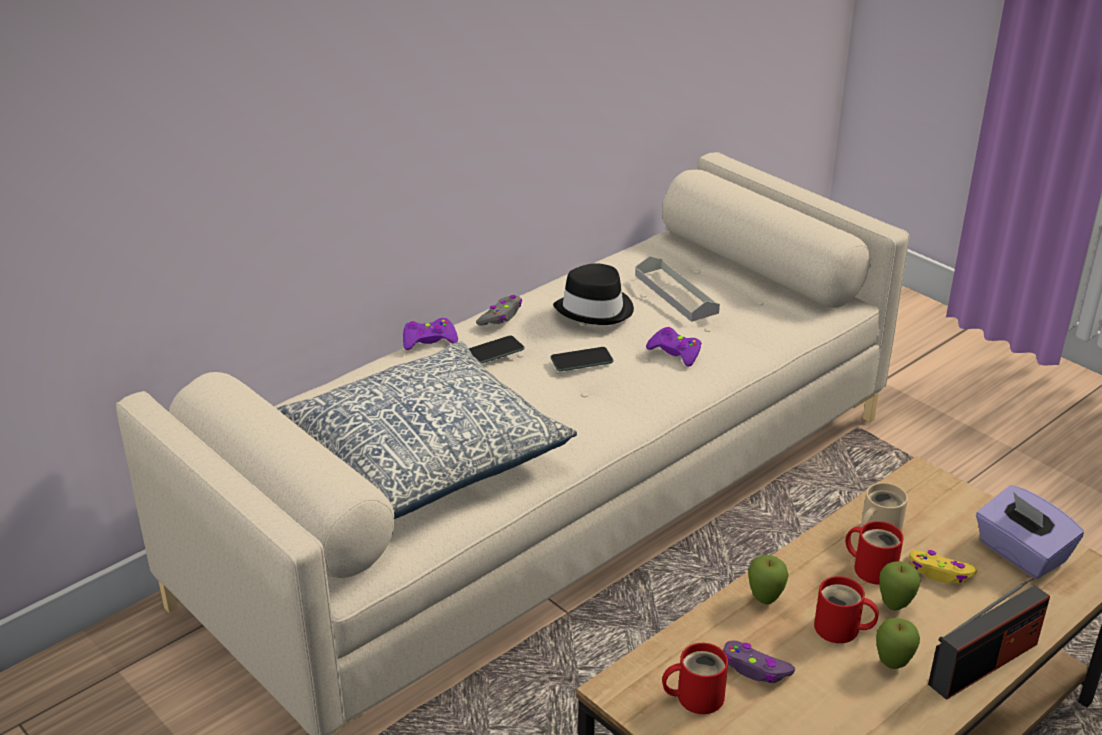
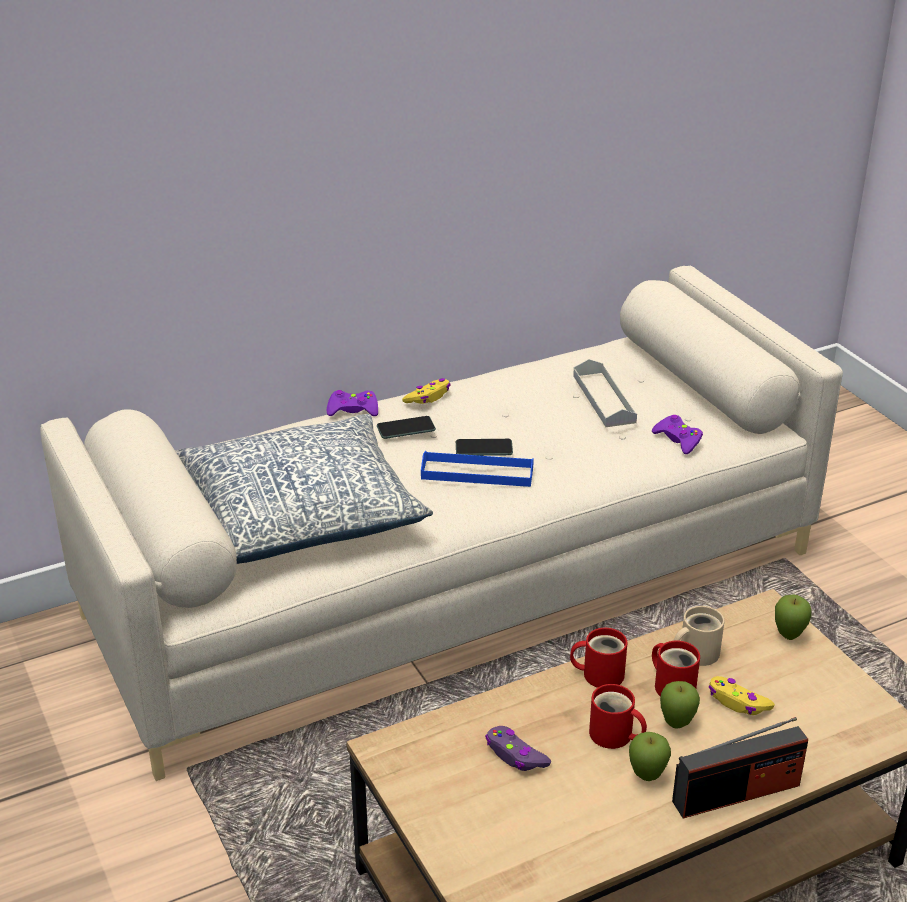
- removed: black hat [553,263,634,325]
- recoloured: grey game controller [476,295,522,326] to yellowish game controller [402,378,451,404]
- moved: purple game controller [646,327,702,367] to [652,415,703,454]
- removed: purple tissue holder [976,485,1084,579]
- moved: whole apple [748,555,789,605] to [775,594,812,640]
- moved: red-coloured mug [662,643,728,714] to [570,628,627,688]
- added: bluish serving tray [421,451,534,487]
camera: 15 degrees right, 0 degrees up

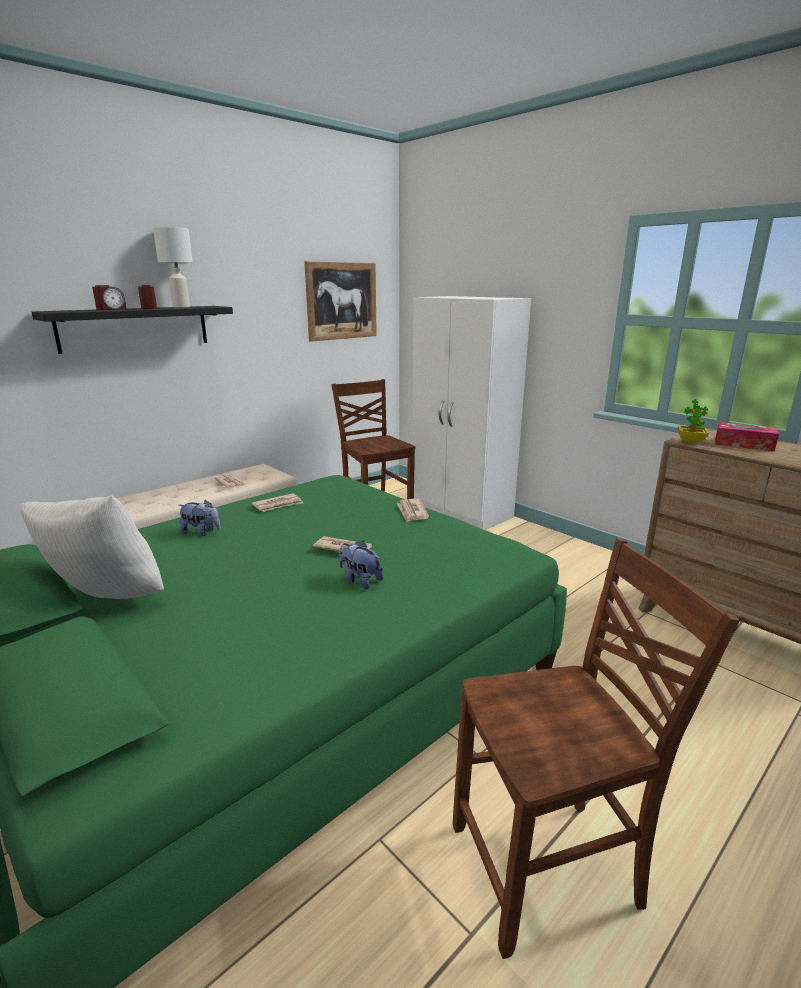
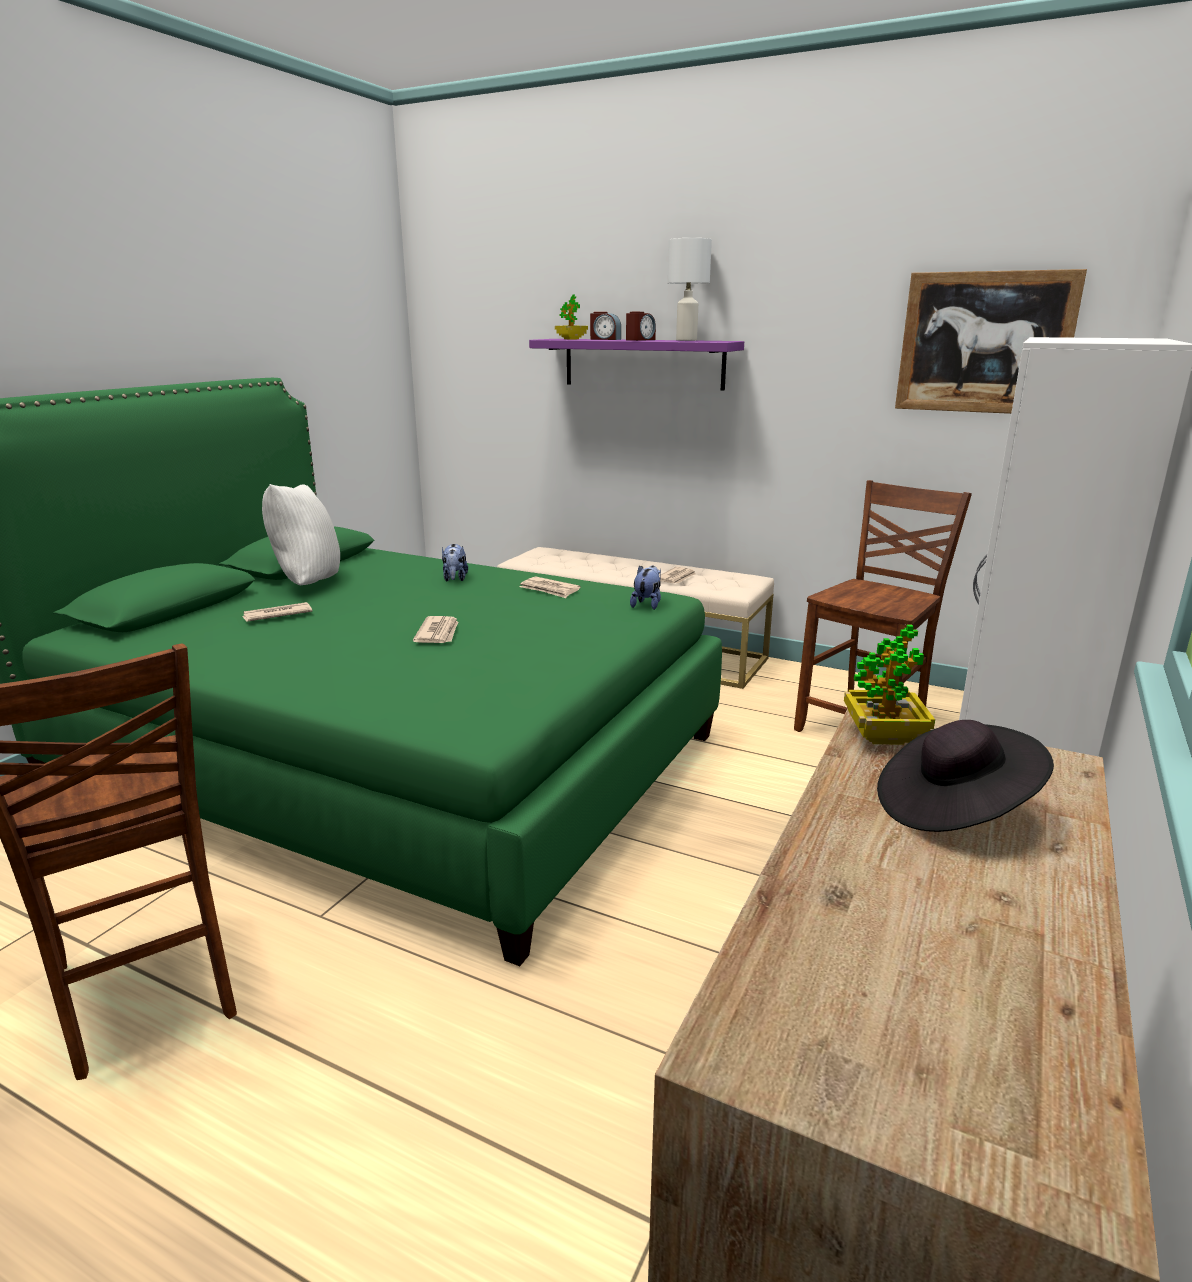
- recoloured: black shelf [32,306,233,354] to purple shelf [529,339,744,391]
- replaced: tissue holder [715,422,779,451] to black hat [877,720,1054,832]
- moved: printed paper [397,499,429,522] to [241,602,312,622]
- moved: soft toy [339,541,383,589] to [630,565,661,610]
- added: houseplant [555,294,588,340]
camera: 70 degrees right, 0 degrees up

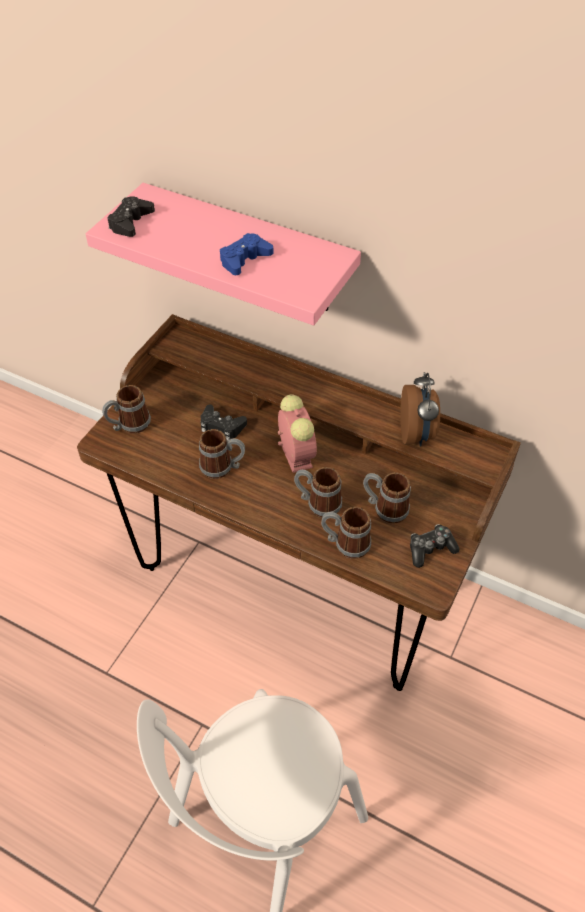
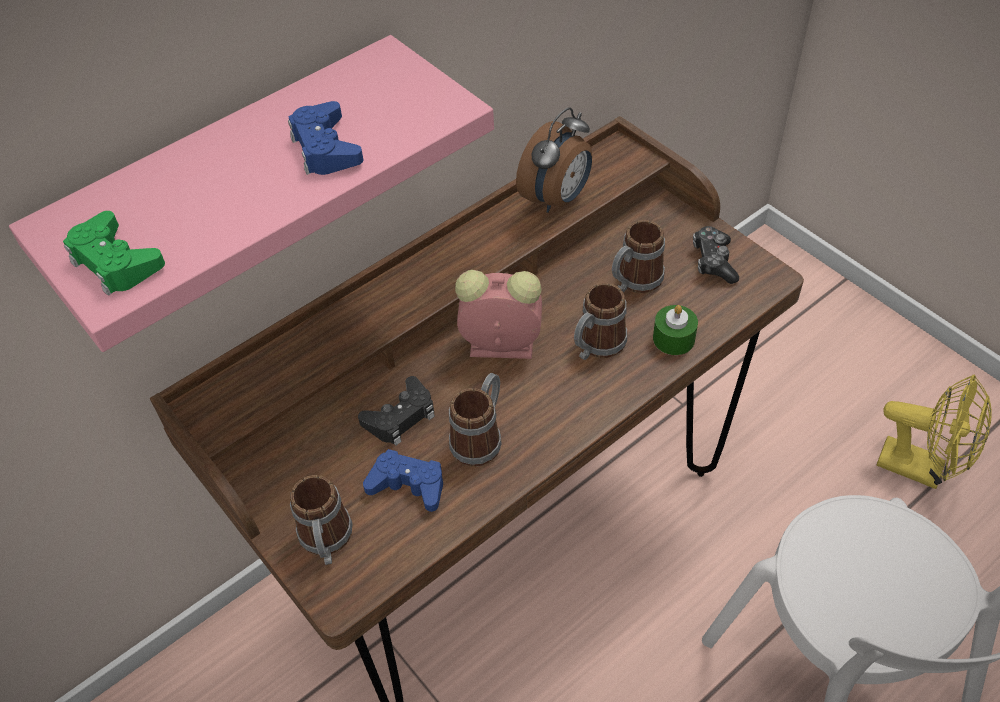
- recoloured: black game controller [107,196,155,237] to green game controller [63,211,165,296]
- turned: bedside clock [400,372,440,446] = [516,107,592,213] 105 degrees clockwise
- replaced: mug [321,507,371,559] to green candle [653,305,698,355]
- added: yellowish fan [877,374,992,489]
- added: bluish game controller [363,449,443,512]
camera: 65 degrees left, 0 degrees up

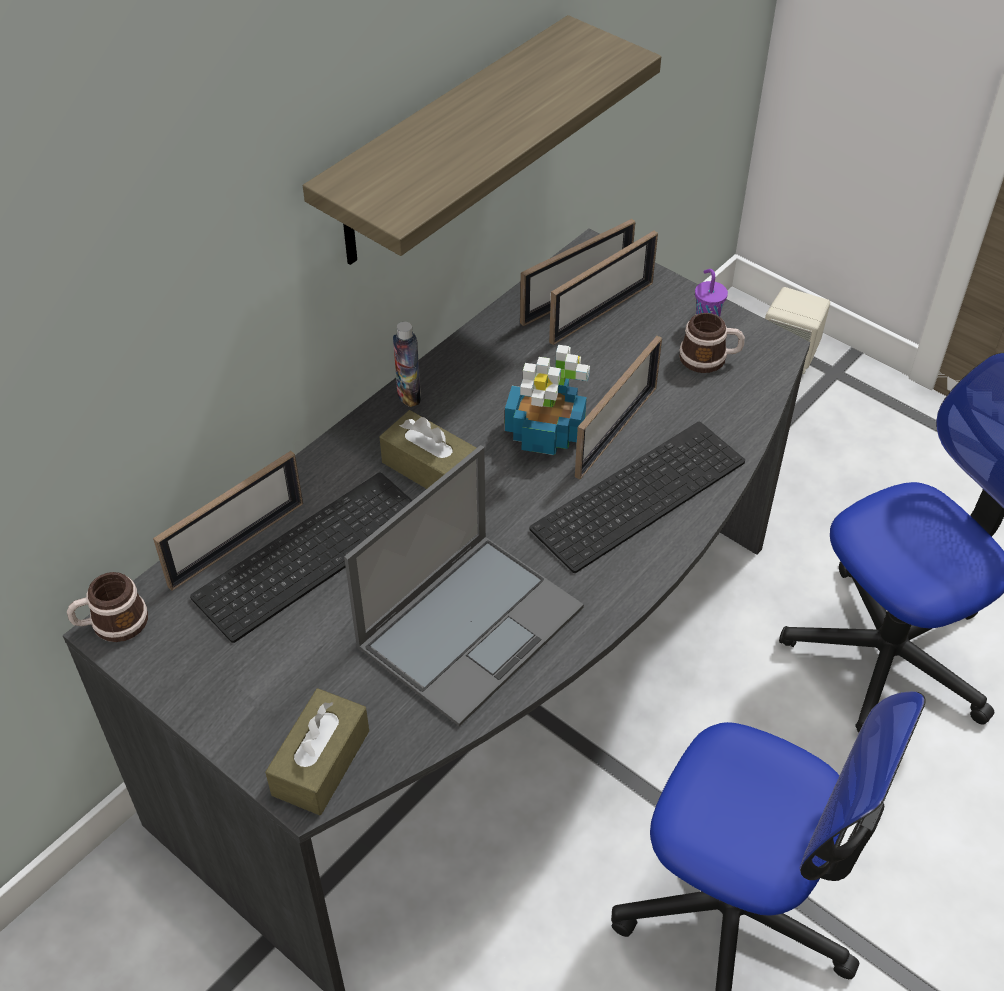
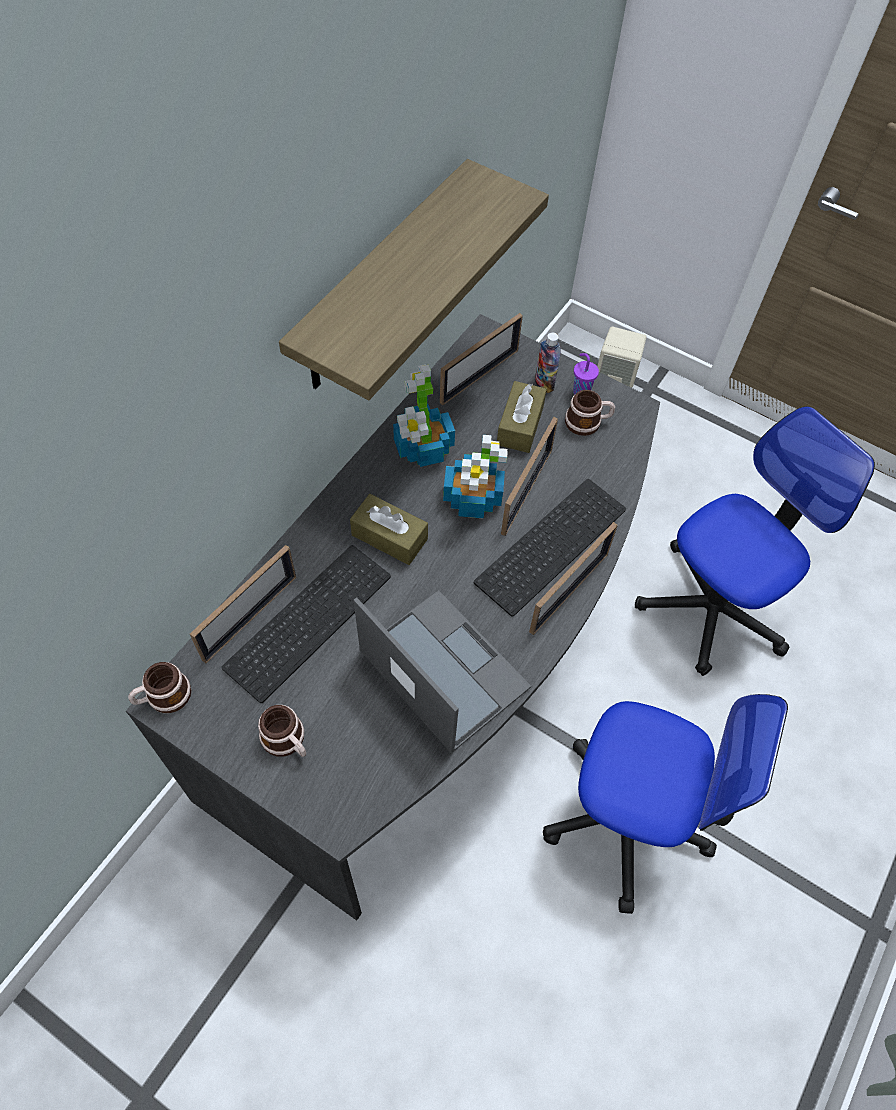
- moved: photo frame [549,231,658,345] to [529,522,618,635]
- moved: beverage bottle [393,322,421,407] to [535,332,561,393]
- turned: laptop [344,445,584,726] = [354,590,531,753] 75 degrees counterclockwise
- moved: brown tissue holder [265,688,369,815] to [497,381,547,453]
- added: houseplant [393,364,455,467]
- added: mug [258,705,306,757]
camera: 10 degrees left, 10 degrees up

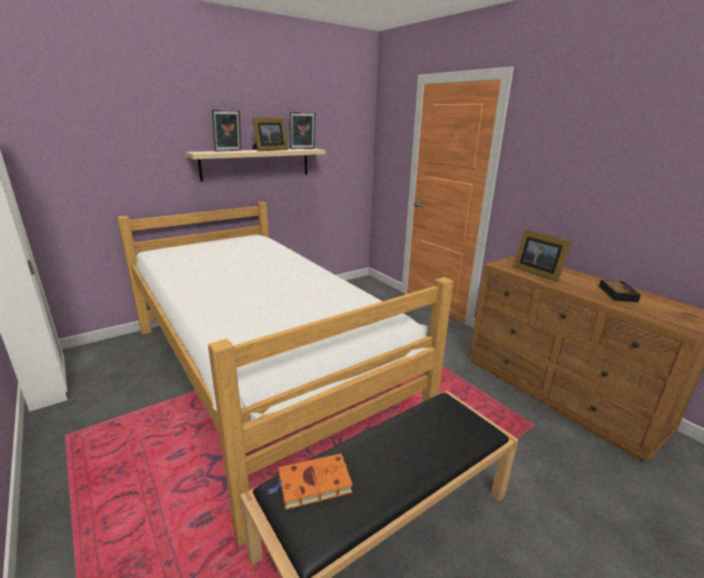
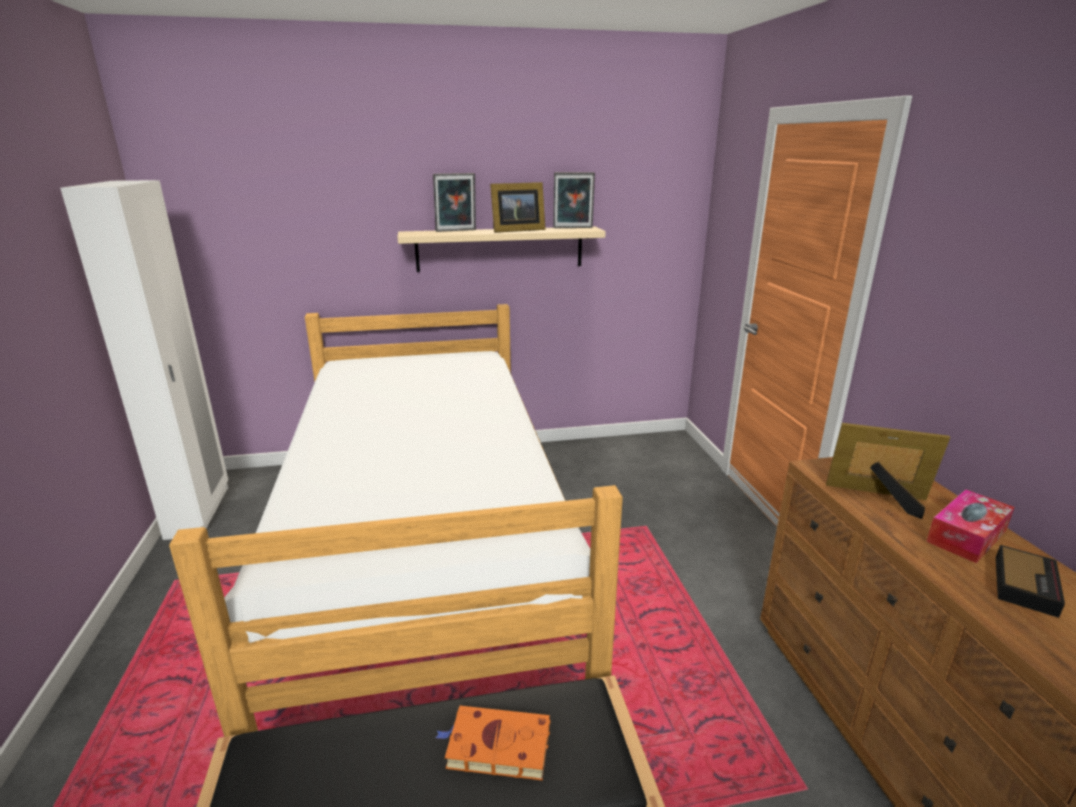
- turned: photo frame [513,229,572,282] = [826,423,950,519] 120 degrees clockwise
- moved: orangey volume [267,453,353,510] to [436,706,550,781]
- added: tissue holder [926,490,1015,563]
camera: 25 degrees right, 0 degrees up

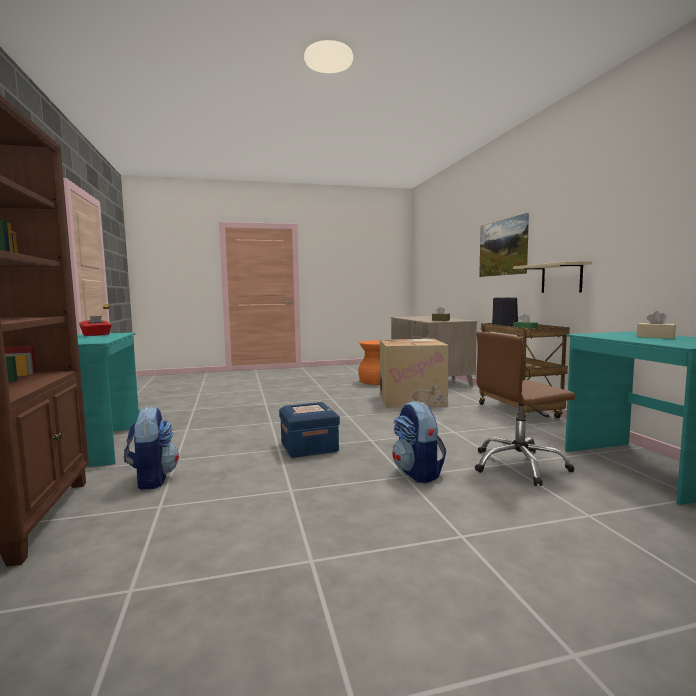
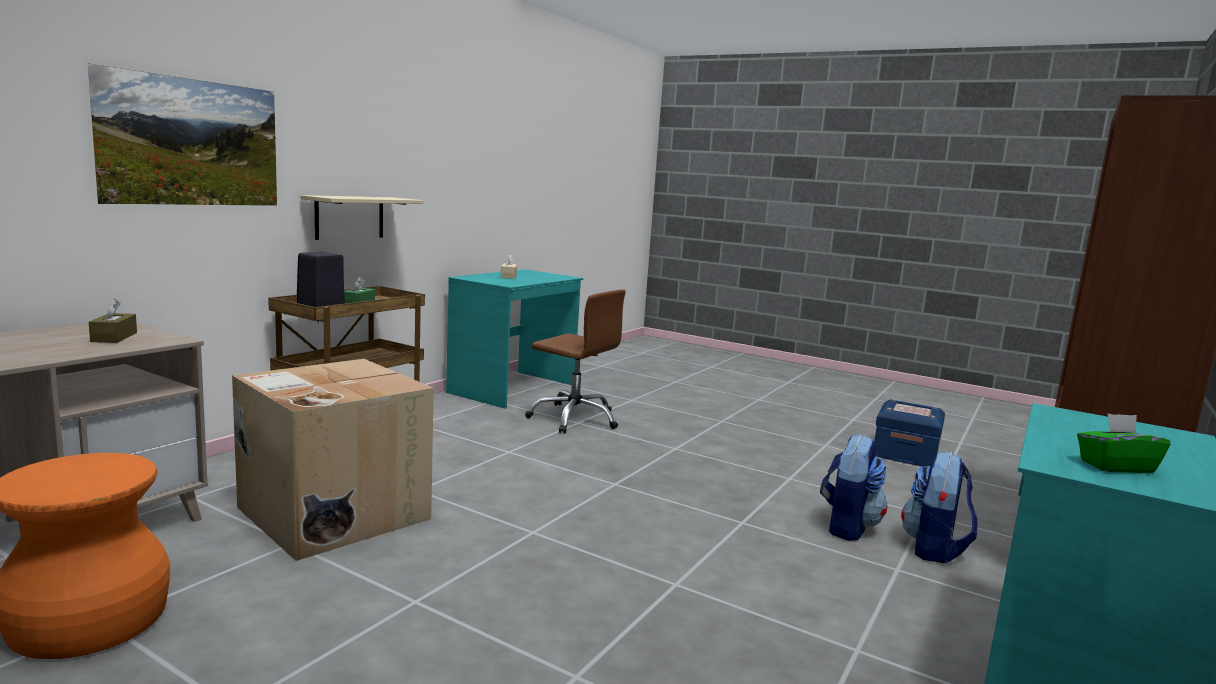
- recoloured: red-coloured tissue holder [79,316,112,336] to green tissue holder [1077,414,1170,473]
- moved: bluish storage container [279,401,340,458] to [874,399,945,467]
- moved: backpack [392,401,446,483] to [820,434,888,541]
camera: 135 degrees left, 5 degrees up

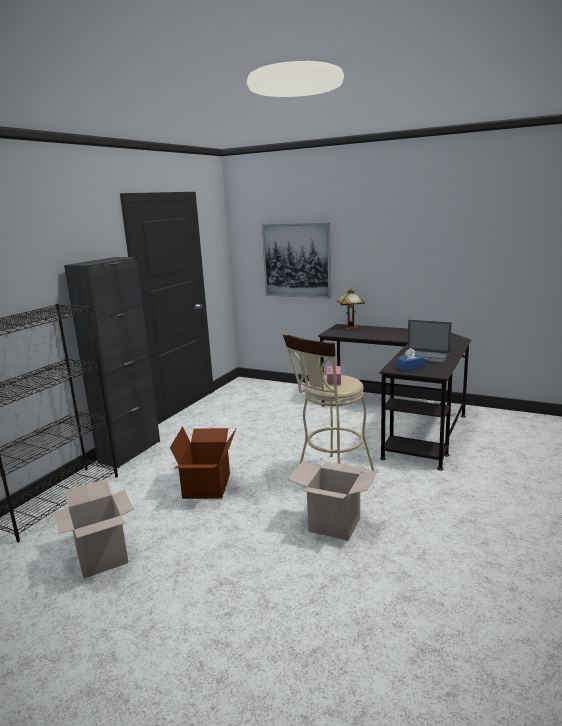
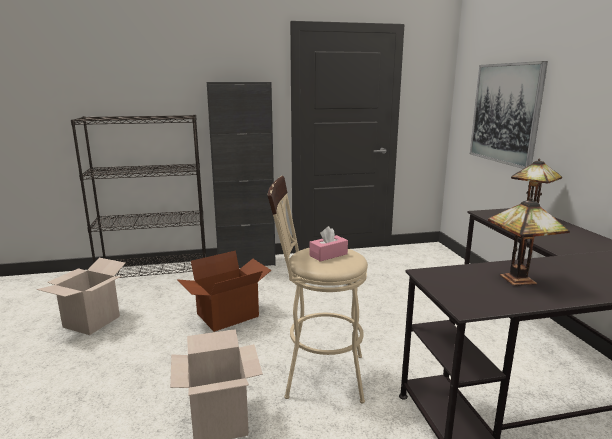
- replaced: laptop [399,320,452,364] to lamp for a table [488,198,570,286]
- removed: bluish tissue holder [397,348,425,371]
camera: 50 degrees right, 0 degrees up

